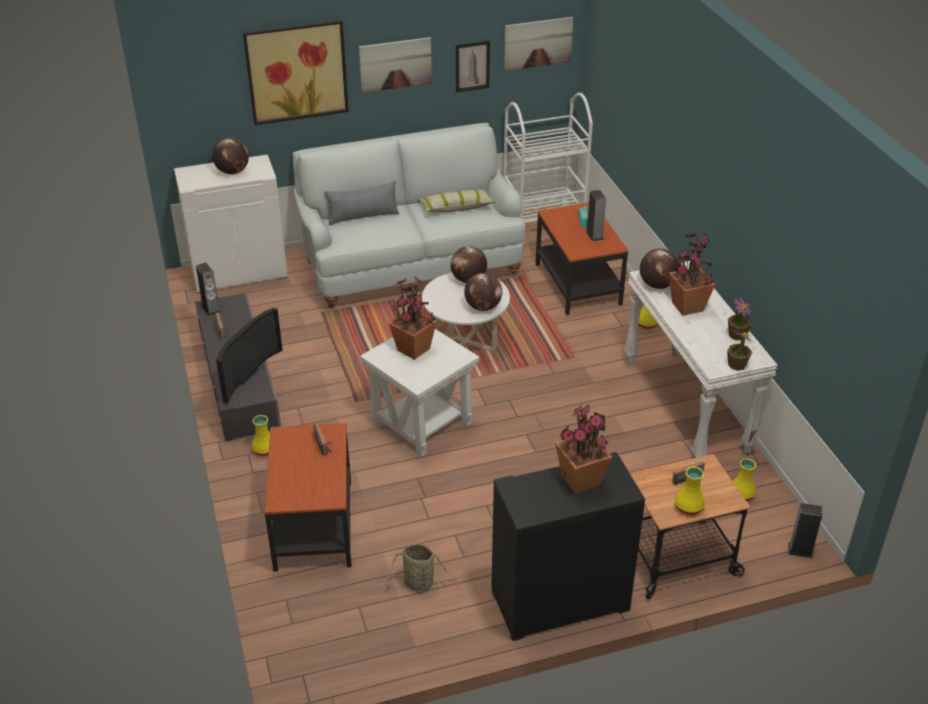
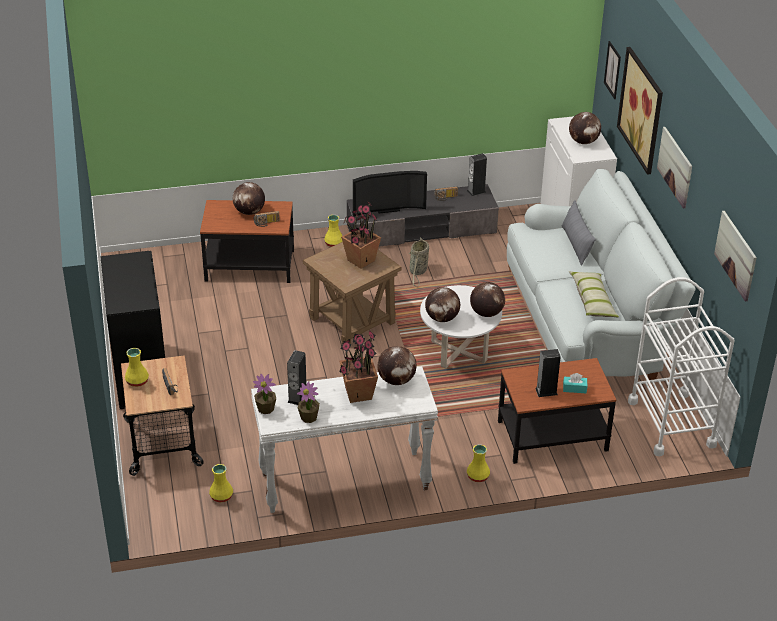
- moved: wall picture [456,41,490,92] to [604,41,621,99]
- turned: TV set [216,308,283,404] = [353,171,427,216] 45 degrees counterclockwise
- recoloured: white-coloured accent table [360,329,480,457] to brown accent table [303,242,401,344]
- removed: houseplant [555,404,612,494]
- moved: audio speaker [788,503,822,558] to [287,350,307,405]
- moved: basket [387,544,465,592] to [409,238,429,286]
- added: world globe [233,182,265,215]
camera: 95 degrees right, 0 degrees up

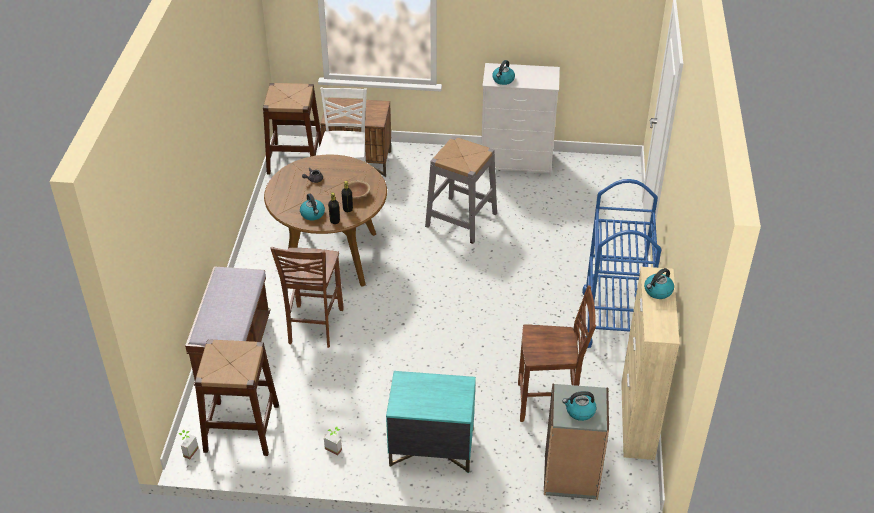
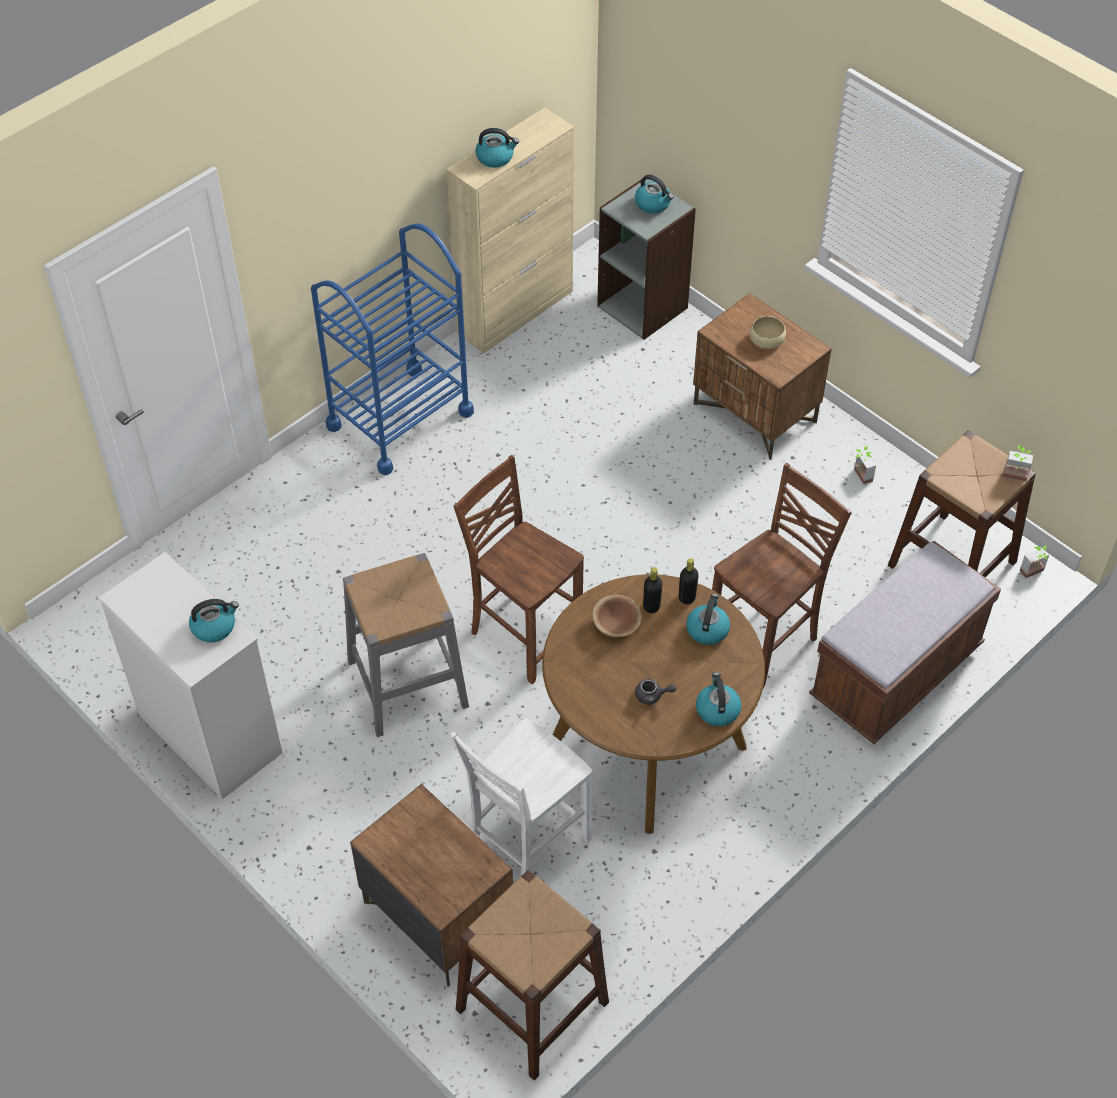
- moved: brown plain chair [518,286,596,422] to [453,455,584,684]
- recoloured: blue-green bedside table [386,371,476,473] to brown bedside table [693,293,832,460]
- added: beige-coloured serving bowl [750,316,786,349]
- added: houseplant [1003,445,1033,481]
- added: water kettle [696,672,741,726]
camera: 140 degrees left, 10 degrees up

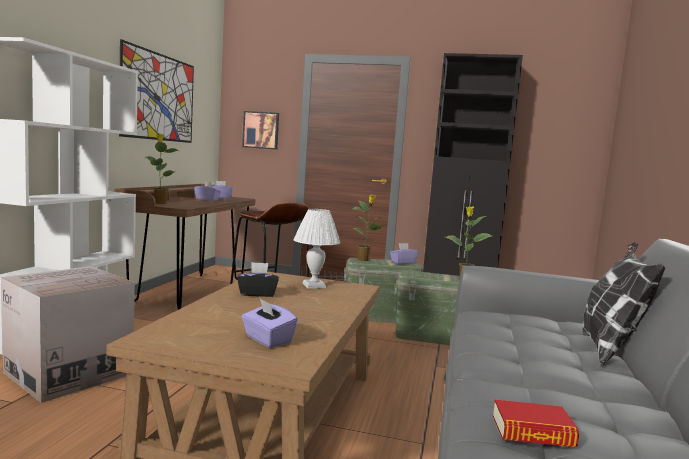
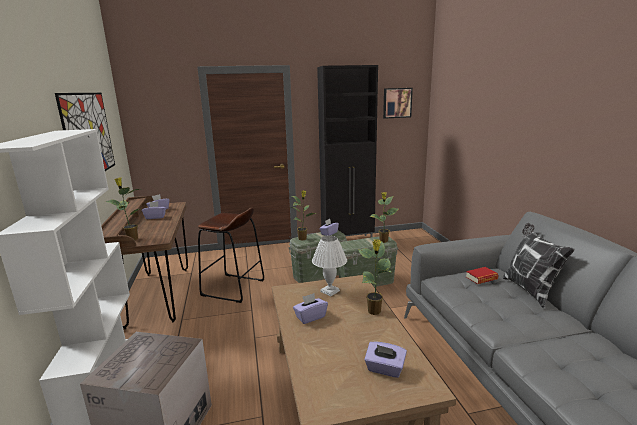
- moved: wall picture [242,111,279,150] to [383,88,413,119]
- recoloured: black tissue holder [237,262,279,297] to purple tissue holder [293,293,328,324]
- moved: volume [493,400,579,447] to [466,267,498,284]
- added: houseplant [359,239,392,315]
camera: 25 degrees left, 10 degrees up

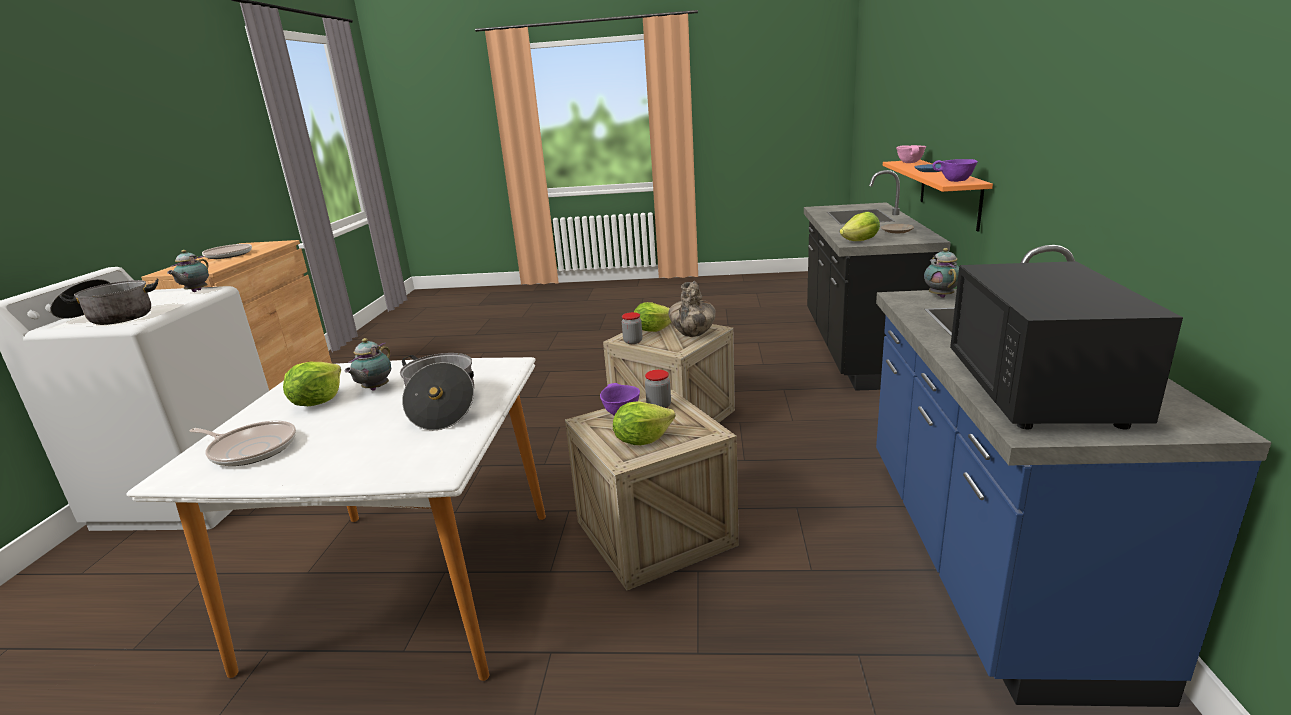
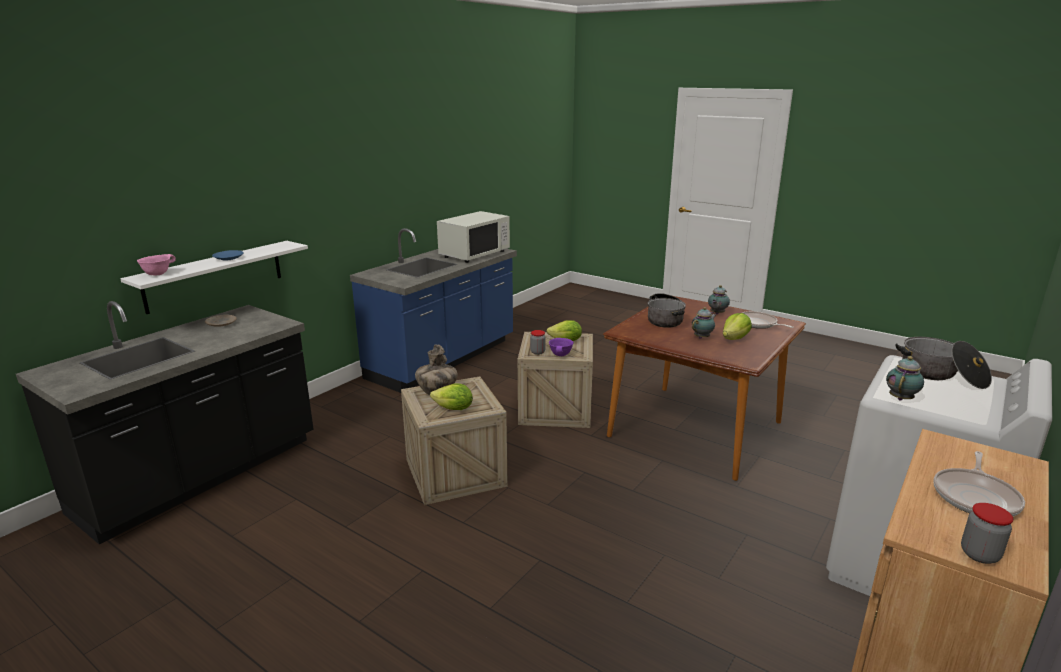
- removed: purple serving bowl [932,159,978,182]
- recoloured: orangey shelf [883,160,993,232] to white-coloured shelf [120,241,308,314]
- removed: lettuce head [840,212,880,241]
- moved: tea pot [924,248,959,298] to [708,285,730,314]
- recoloured: black kitchen microwave [950,261,1183,430] to white-coloured kitchen microwave [437,211,510,263]
- moved: jar [622,312,642,344] to [961,503,1013,564]
- recoloured: white-coloured dinner table [126,357,546,681] to brown dinner table [603,296,806,481]
camera: 150 degrees left, 0 degrees up

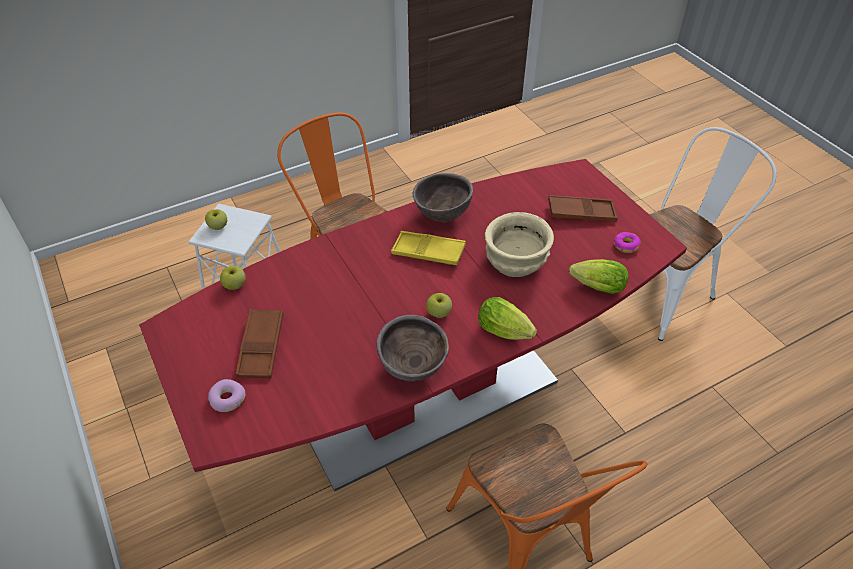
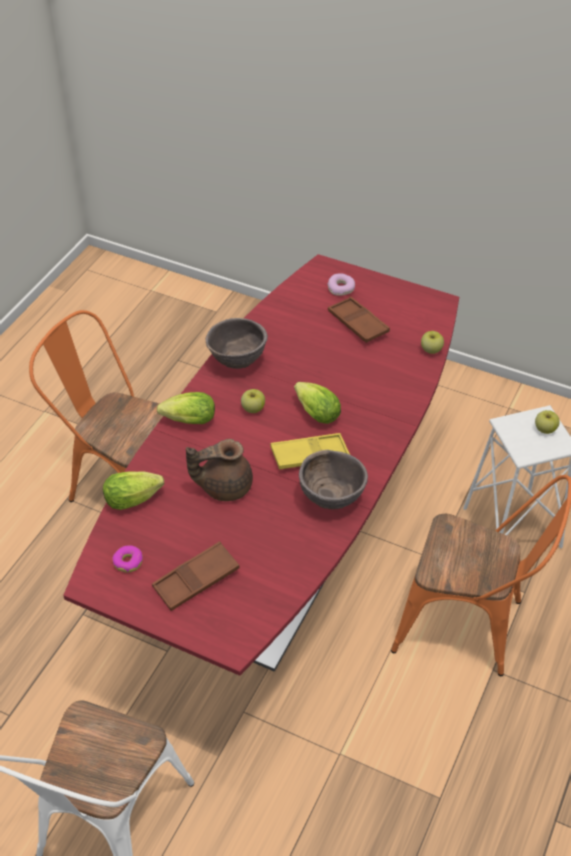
- replaced: beige-coloured serving bowl [485,212,554,277] to brown tea pot [186,439,253,501]
- added: lettuce head [294,382,341,424]
camera: 145 degrees right, 0 degrees up

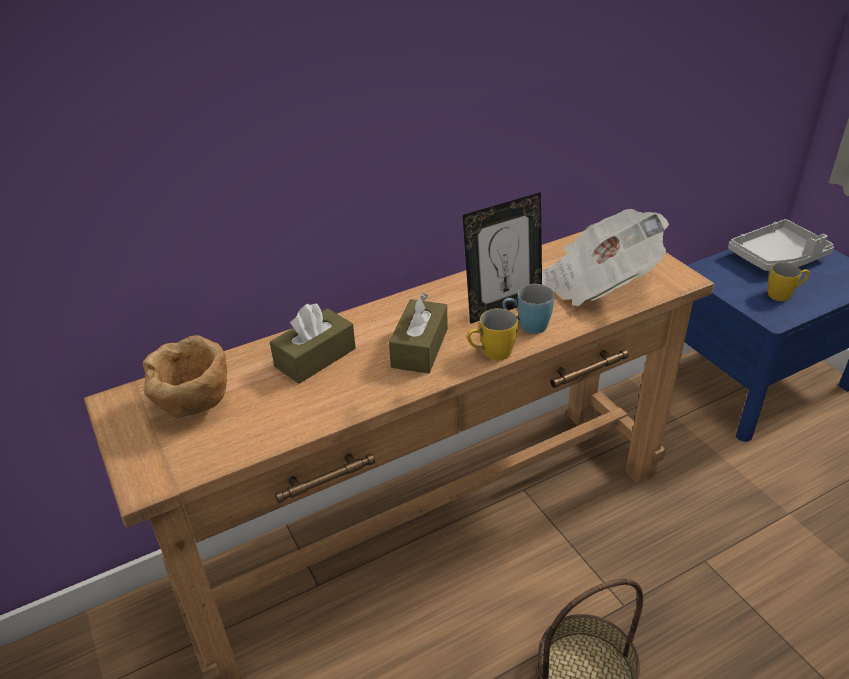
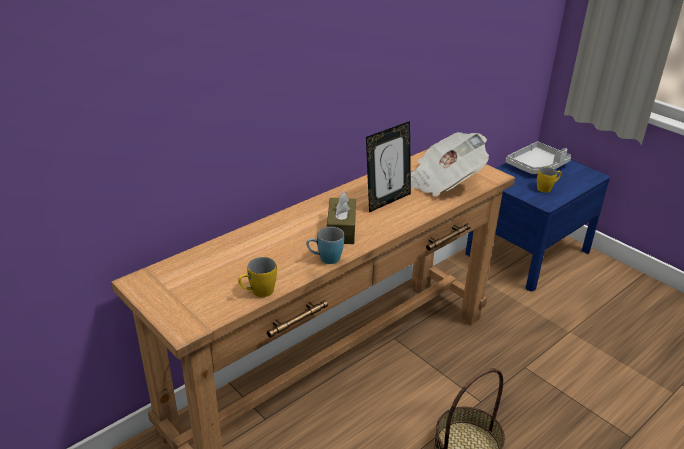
- moved: bluish mug [502,284,554,334] to [306,227,344,264]
- removed: brown tissue holder [270,304,356,384]
- moved: yellowish mug [467,308,518,360] to [238,257,277,297]
- removed: brown serving bowl [143,335,227,418]
camera: 15 degrees left, 5 degrees down

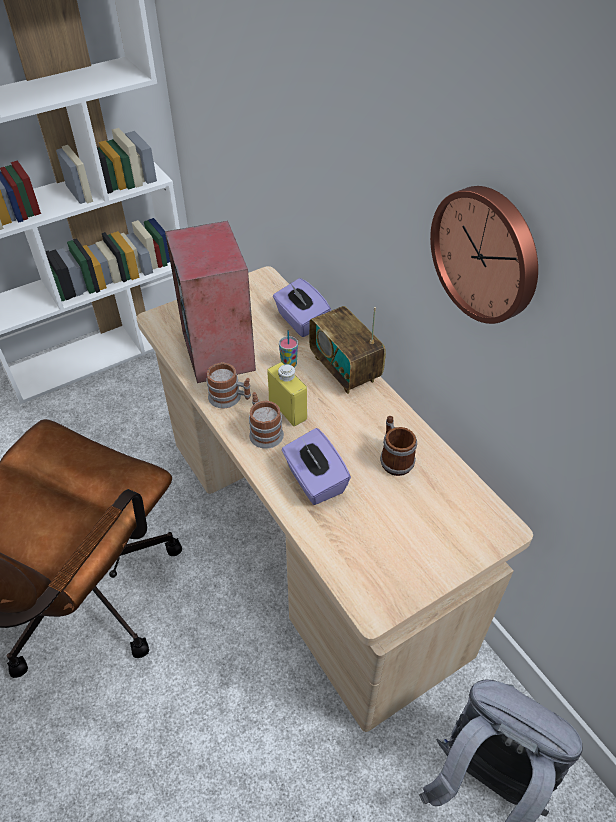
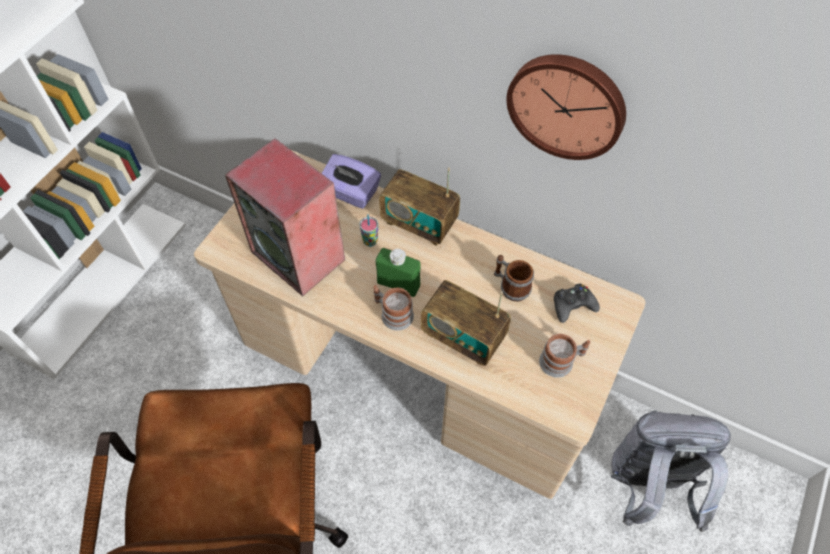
- moved: mug [206,362,251,408] to [539,334,590,378]
- recoloured: yellowish beverage bottle [267,362,307,426] to green beverage bottle [376,248,421,297]
- replaced: purple tissue holder [282,428,351,505] to radio receiver [421,280,511,366]
- added: black game controller [554,284,600,323]
camera: 30 degrees left, 10 degrees up

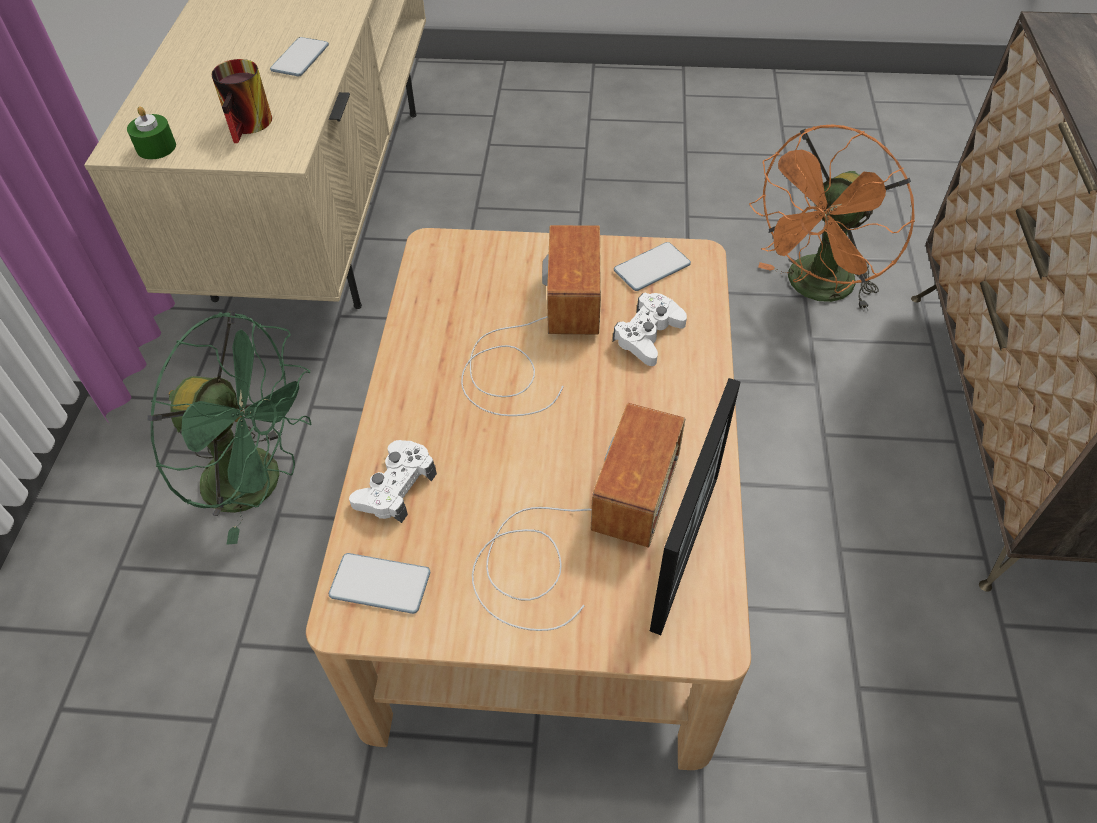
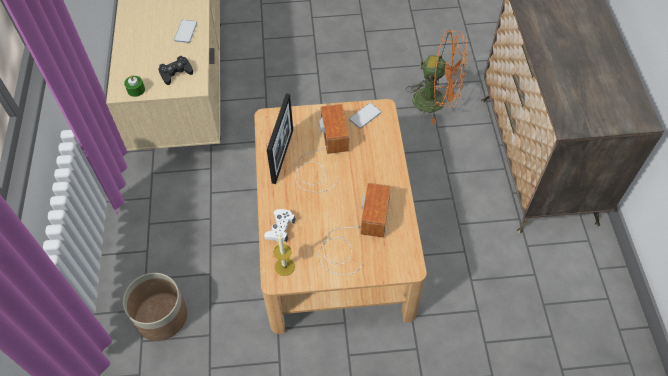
- replaced: mug [211,59,272,143] to black game controller [158,56,193,85]
- turned: orangey fan [749,124,915,312] = [406,30,467,124] 105 degrees counterclockwise
- removed: white-coloured game controller [613,293,687,366]
- removed: green fan [147,311,312,545]
- moved: photo frame [650,378,741,635] to [267,93,293,184]
- replaced: phone [329,553,430,614] to candle [274,235,295,276]
- added: flower pot [123,273,187,341]
camera: 10 degrees left, 5 degrees up

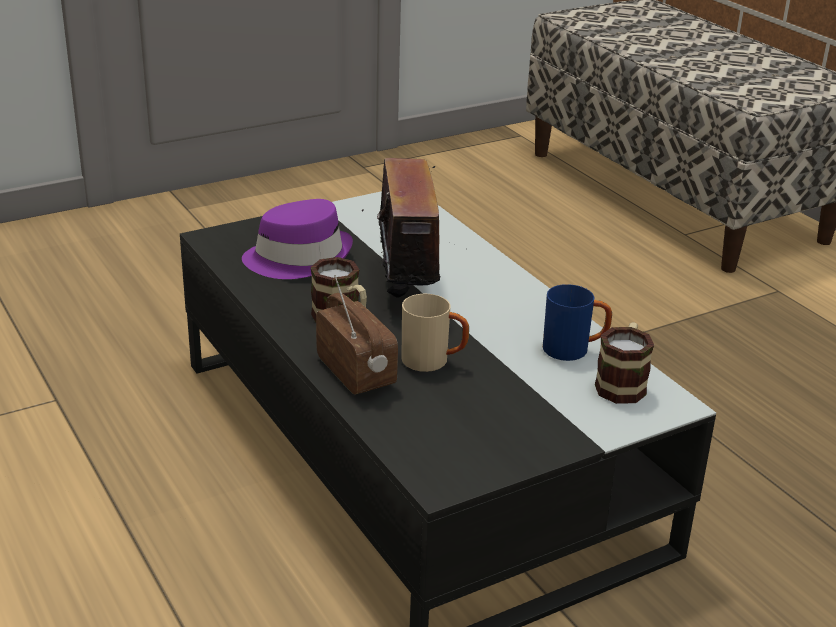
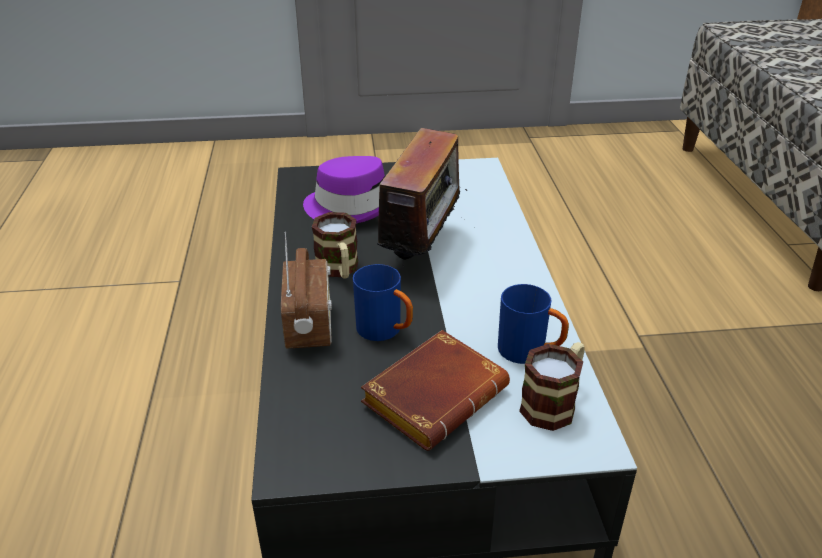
- recoloured: beige-coloured mug [401,294,469,372] to bluish mug [353,264,413,341]
- added: brown volume [361,330,510,451]
camera: 25 degrees right, 5 degrees up

